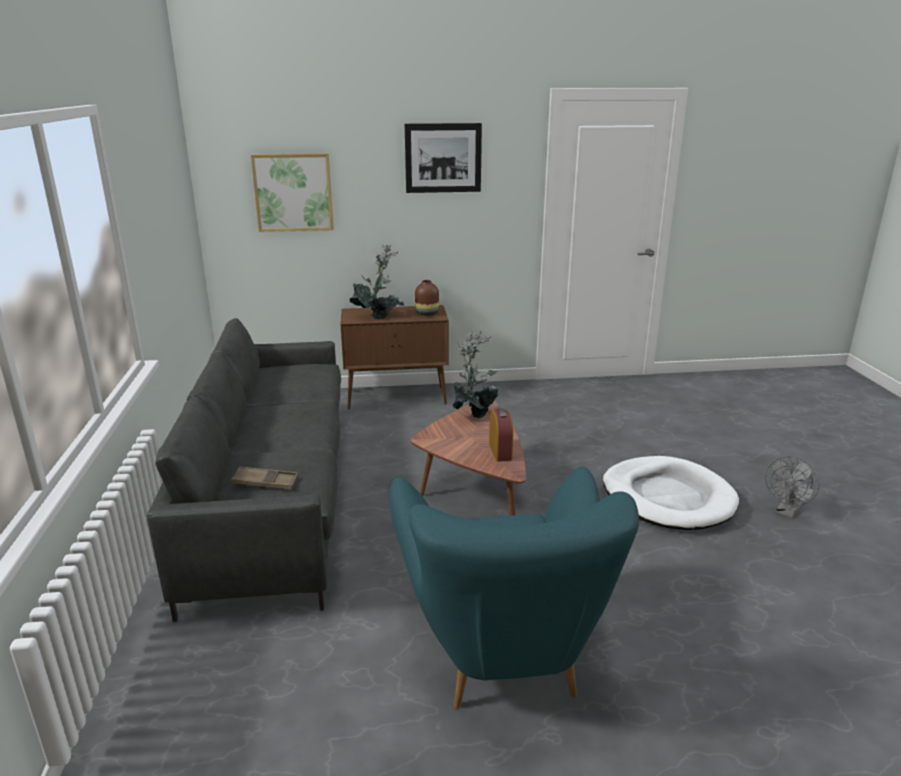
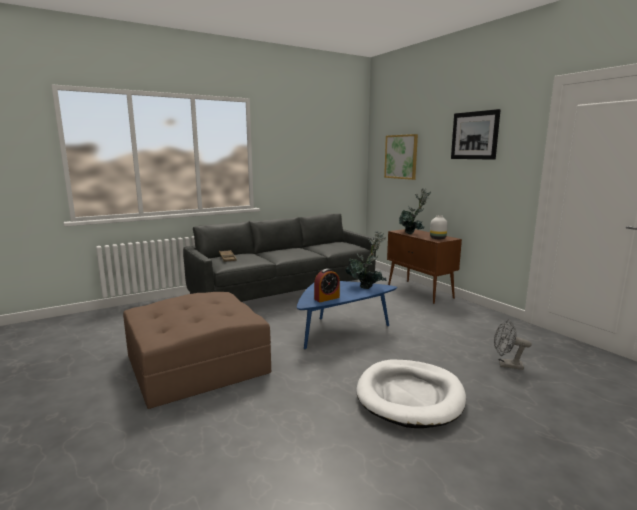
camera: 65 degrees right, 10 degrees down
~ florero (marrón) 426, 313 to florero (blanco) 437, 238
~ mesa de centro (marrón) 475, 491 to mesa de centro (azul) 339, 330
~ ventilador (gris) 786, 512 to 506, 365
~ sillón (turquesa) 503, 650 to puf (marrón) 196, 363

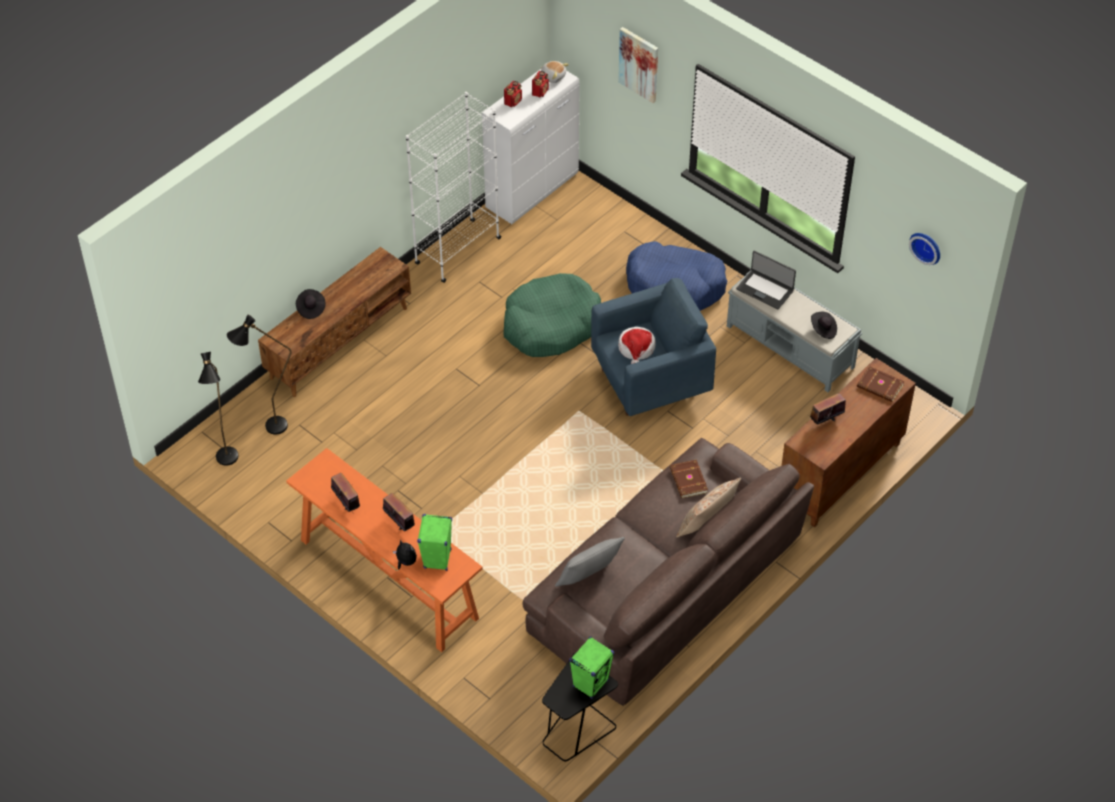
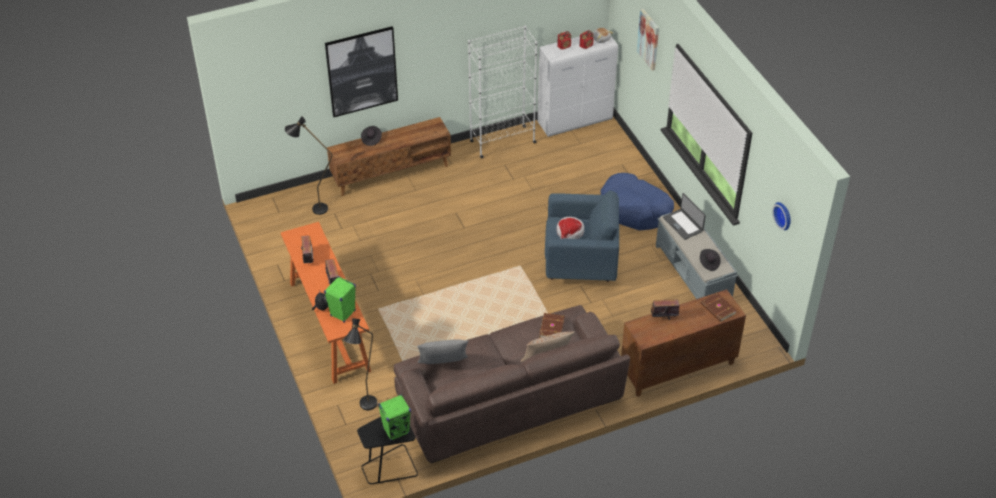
camera: 25 degrees right, 5 degrees down
- cama para perro (verde) 550, 325
~ lámpara de pie (negro) 228, 463 to 366, 408
+ cuadro 362, 71

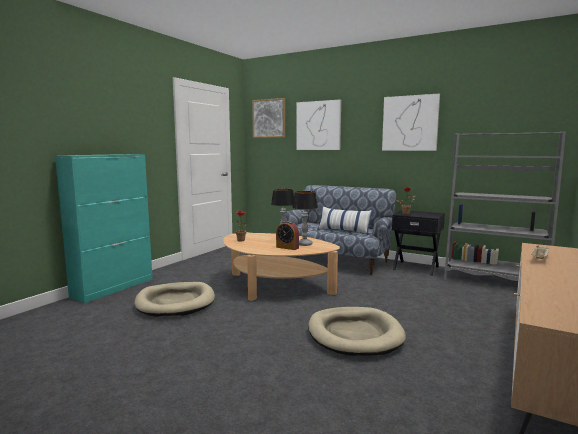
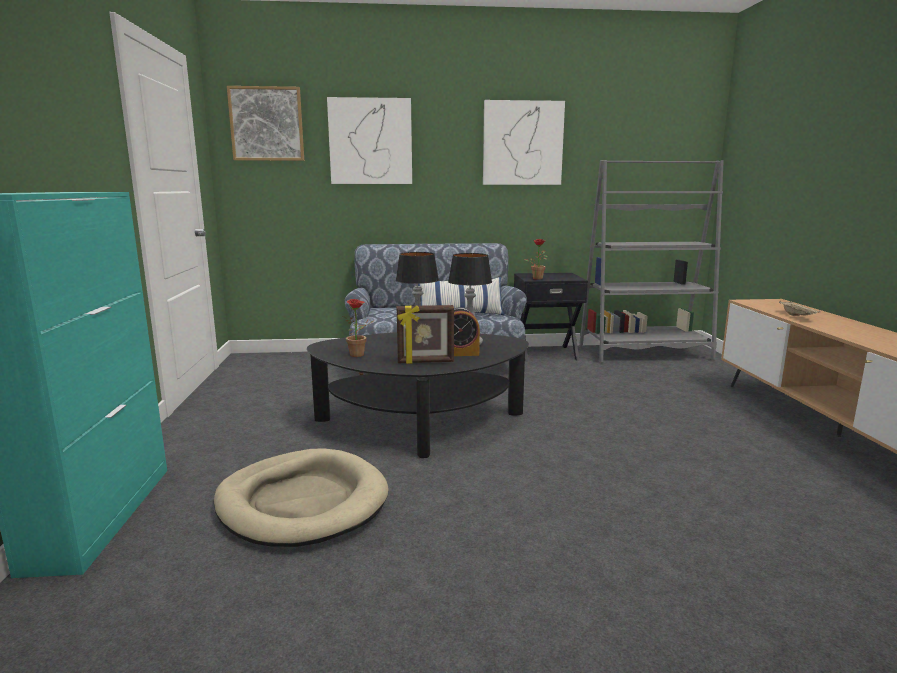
camera: 35 degrees left, 5 degrees up
~ mesa de centro (beis) 275, 286 to mesa de centro (negro) 420, 423
- cama para perro (beis) 354, 334
+ portarretratos 425, 362

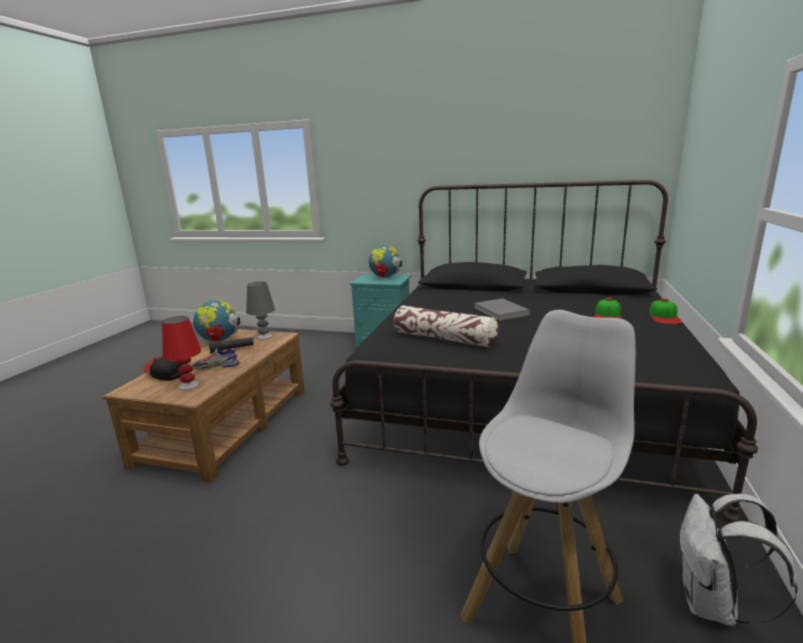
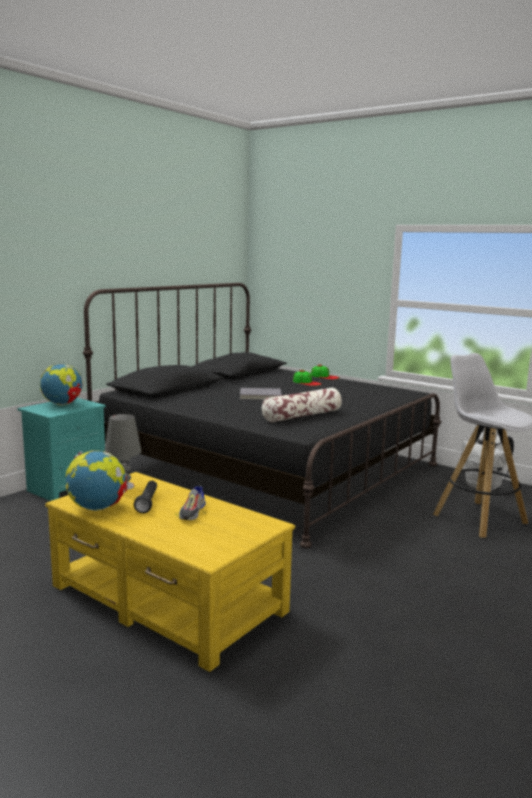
camera: 70 degrees left, 5 degrees down
- lámpara de mesa (rojo) 188, 385
~ mesa de centro (marrón) 225, 424 to mesa de centro (amarillo) 167, 599
- gorra 165, 375

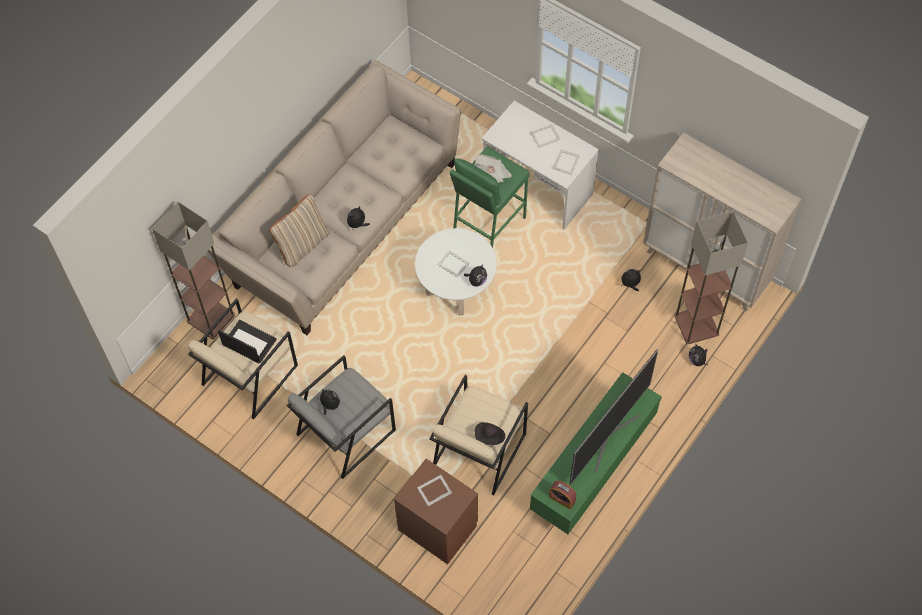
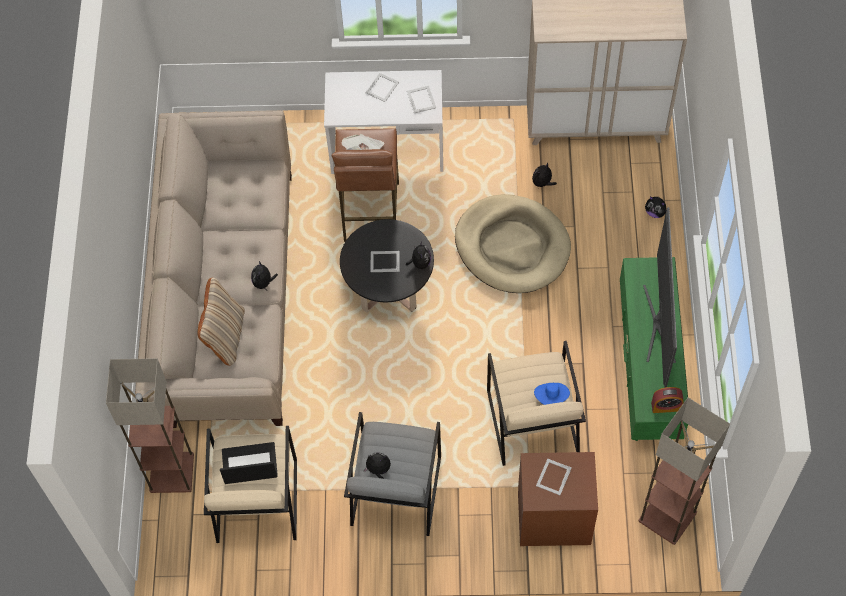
camera: 35 degrees left, 0 degrees up
~ taburete (verde) 488, 226 to taburete (marrón) 370, 212
~ lámpara de pie 697, 325 to 668, 516
~ mesa de centro (blanco) 456, 289 to mesa de centro (negro) 389, 289
~ sombrero (negro) 490, 437 to sombrero (azul) 551, 397
+ cama para perro (beis) 512, 246

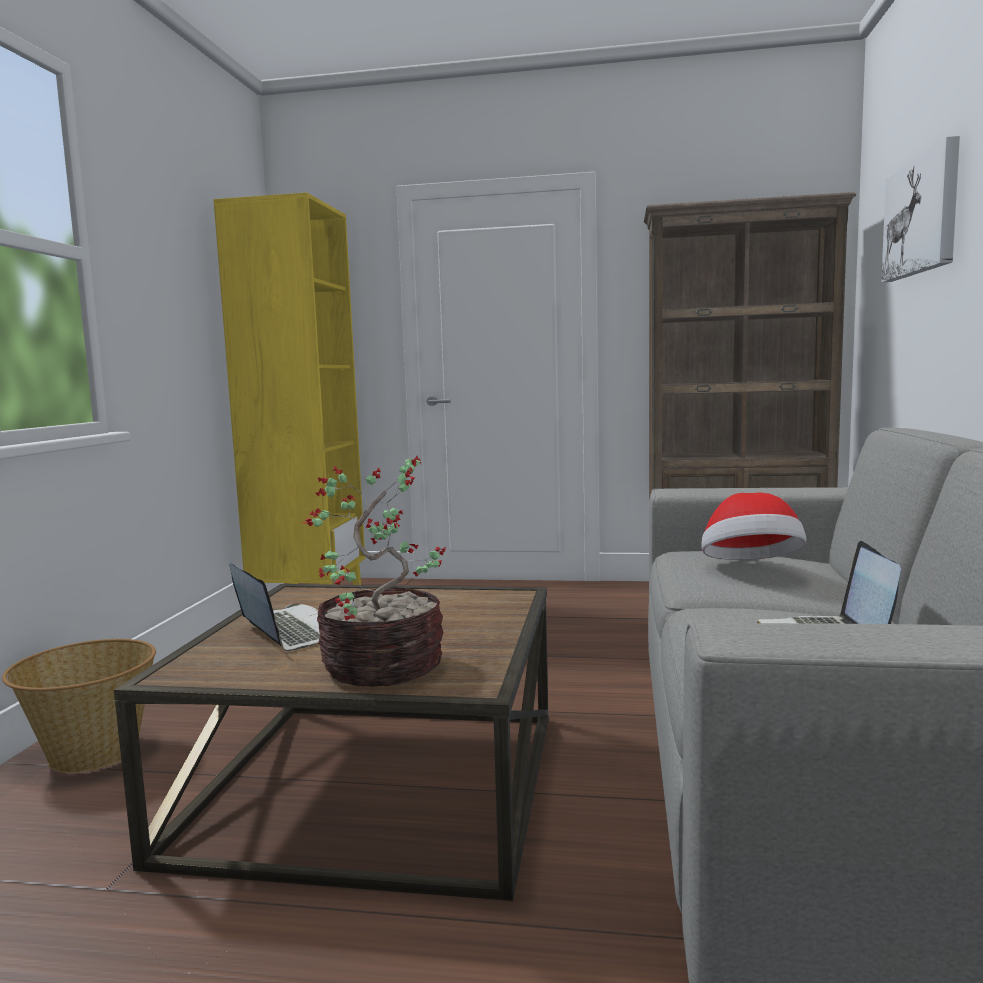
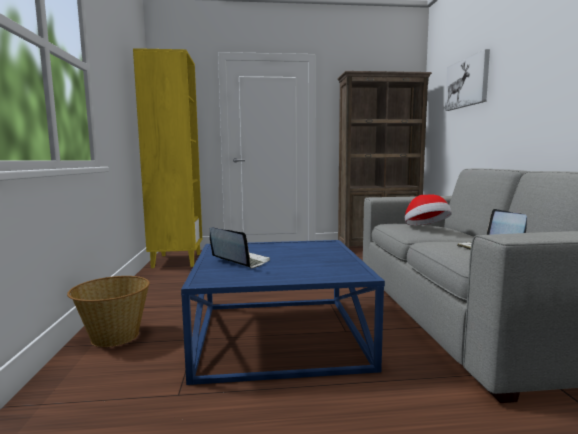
camera: 15 degrees left, 0 degrees up
- planta en maceta 386, 665
~ mesa de centro (marrón) 377, 782 to mesa de centro (azul) 280, 334

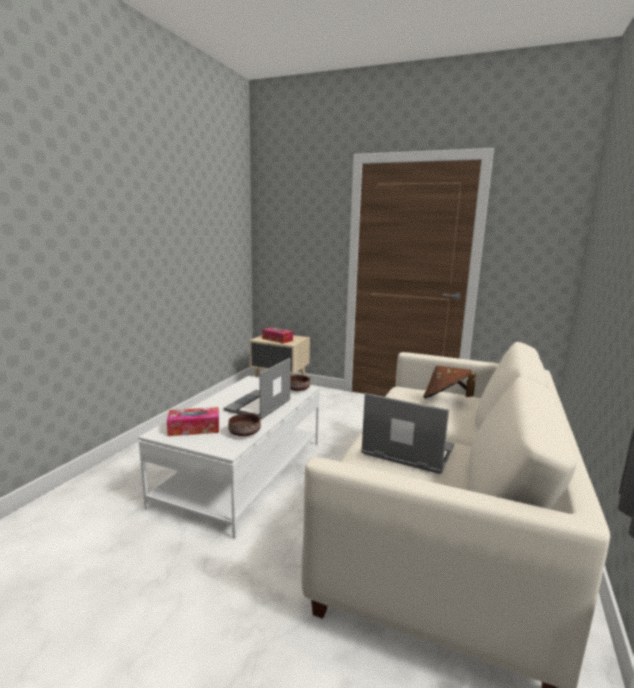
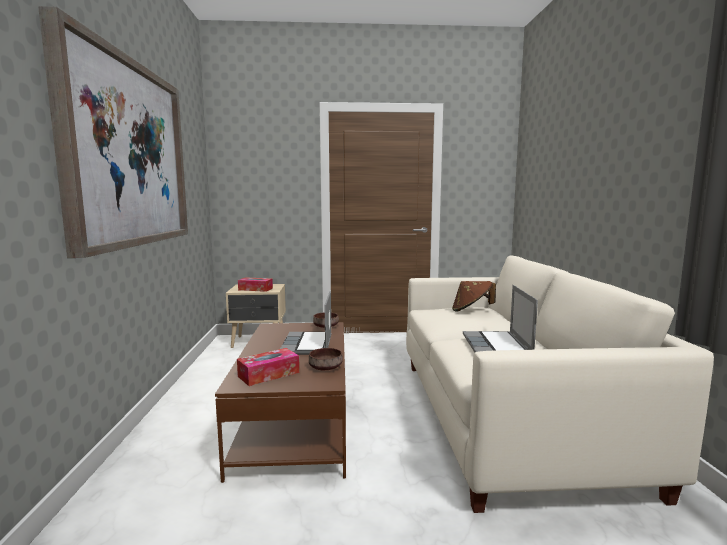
camera: 25 degrees left, 5 degrees down
~ mesa de centro (blanco) 243, 472 to mesa de centro (marrón) 296, 421
~ portátil 406, 451 = 497, 347 90 degrees counterclockwise
+ cuadro 129, 154

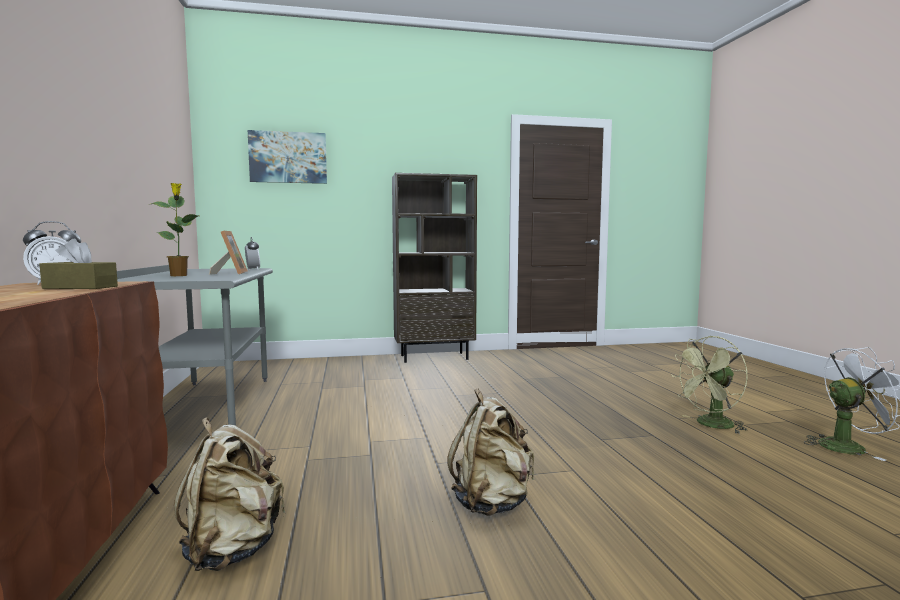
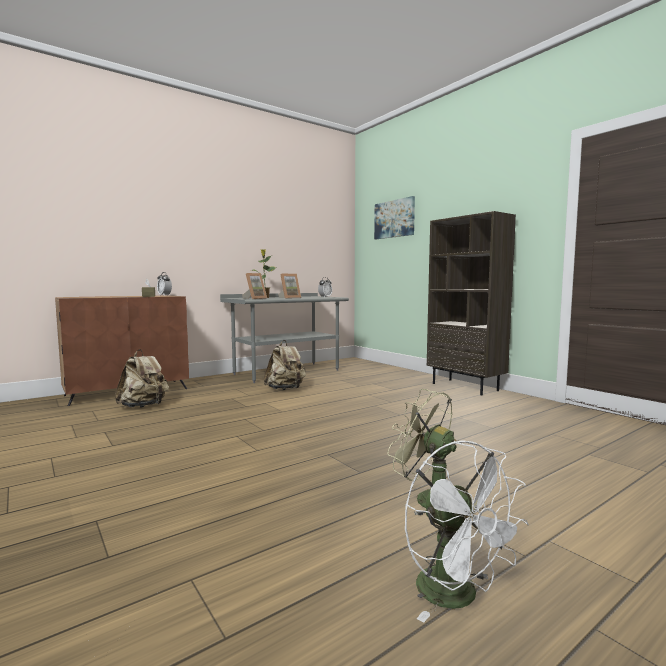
camera: 65 degrees right, 0 degrees up
~ mochila (beis) 492, 503 to 285, 389
+ portarretratos 255, 298

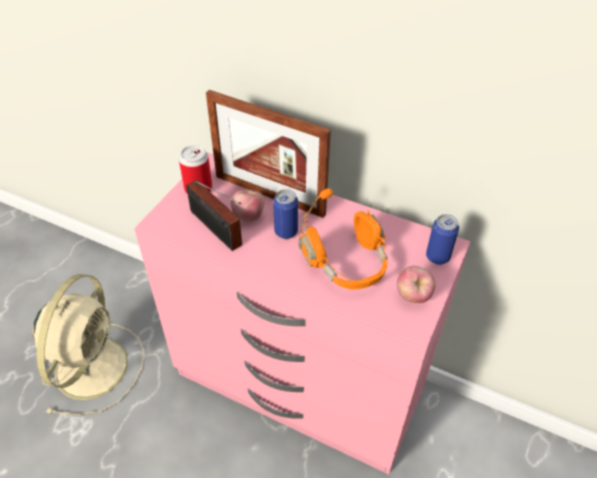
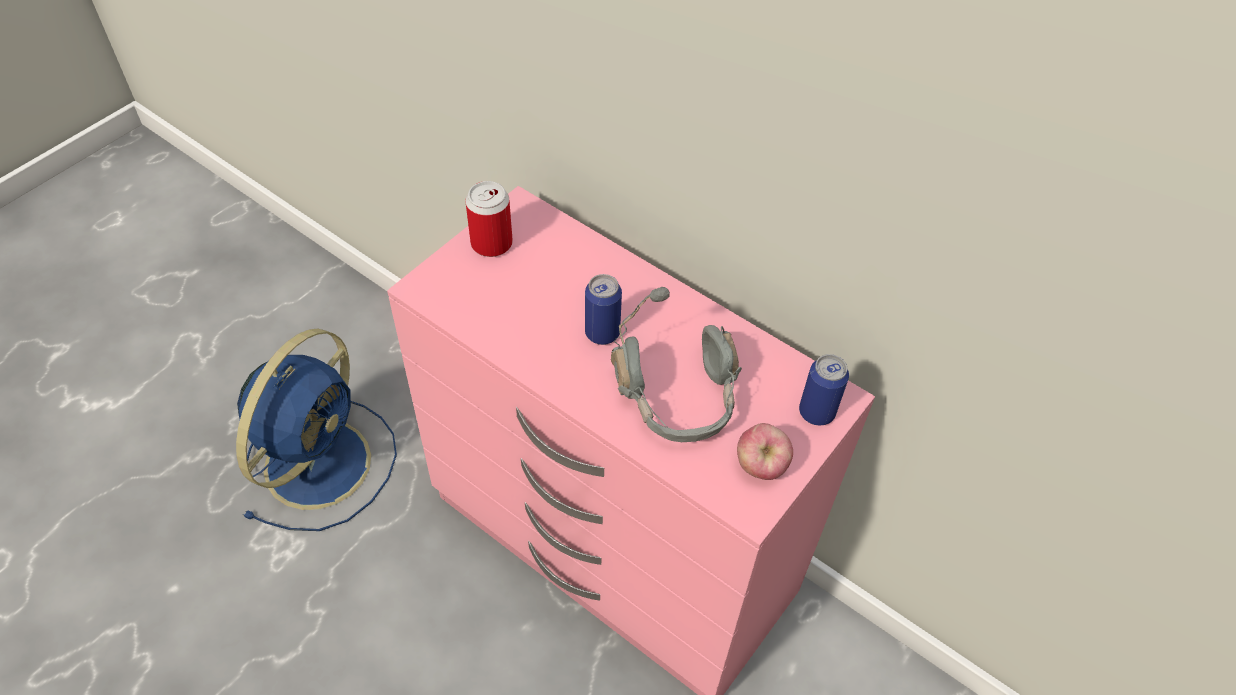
camera: 10 degrees right, 5 degrees up
- portarretratos 269, 195
- radio 217, 231
~ auriculares (naranja) 347, 264 to auriculares (gris) 679, 399
- manzana 248, 216
~ ventilador (beis) 93, 365 to ventilador (azul) 321, 460

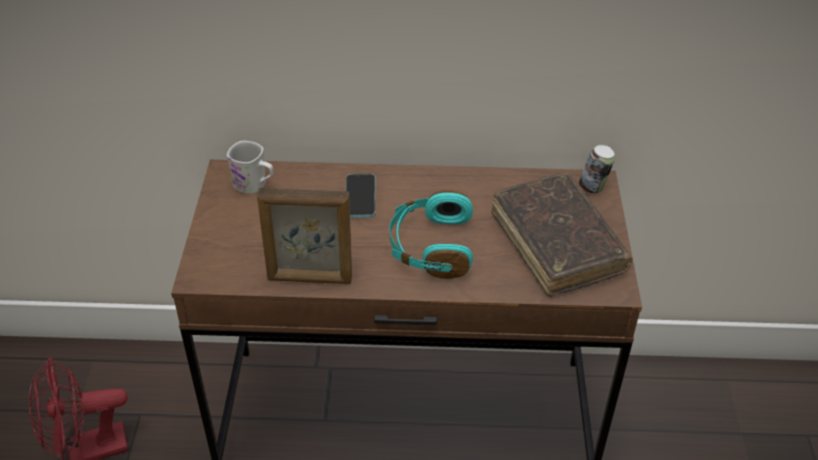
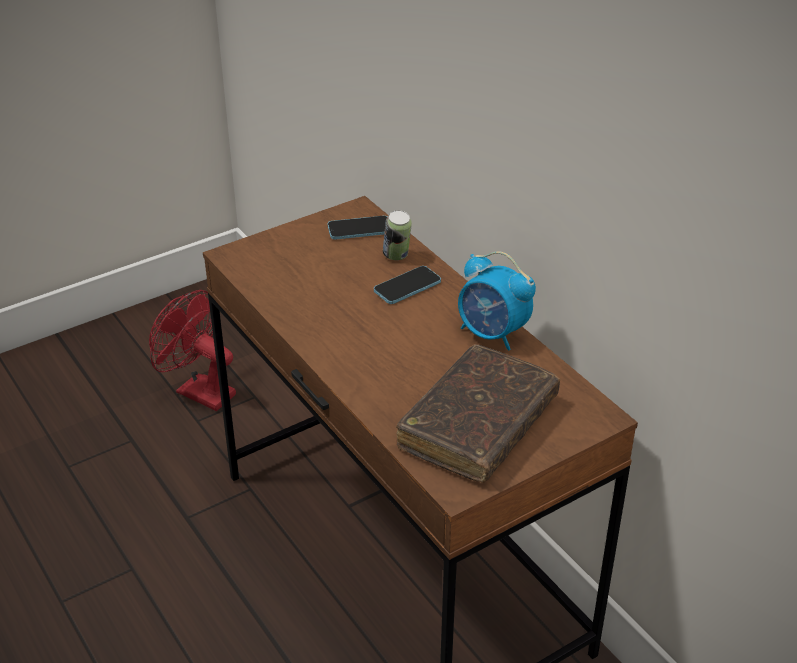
camera: 55 degrees right, 5 degrees down
~ taza grande (blanco) 255, 185 to móvil 359, 229
~ lata 593, 188 to 397, 256
- portarretratos 310, 279
- auriculares (turquesa) 430, 247
+ despertador 492, 334

